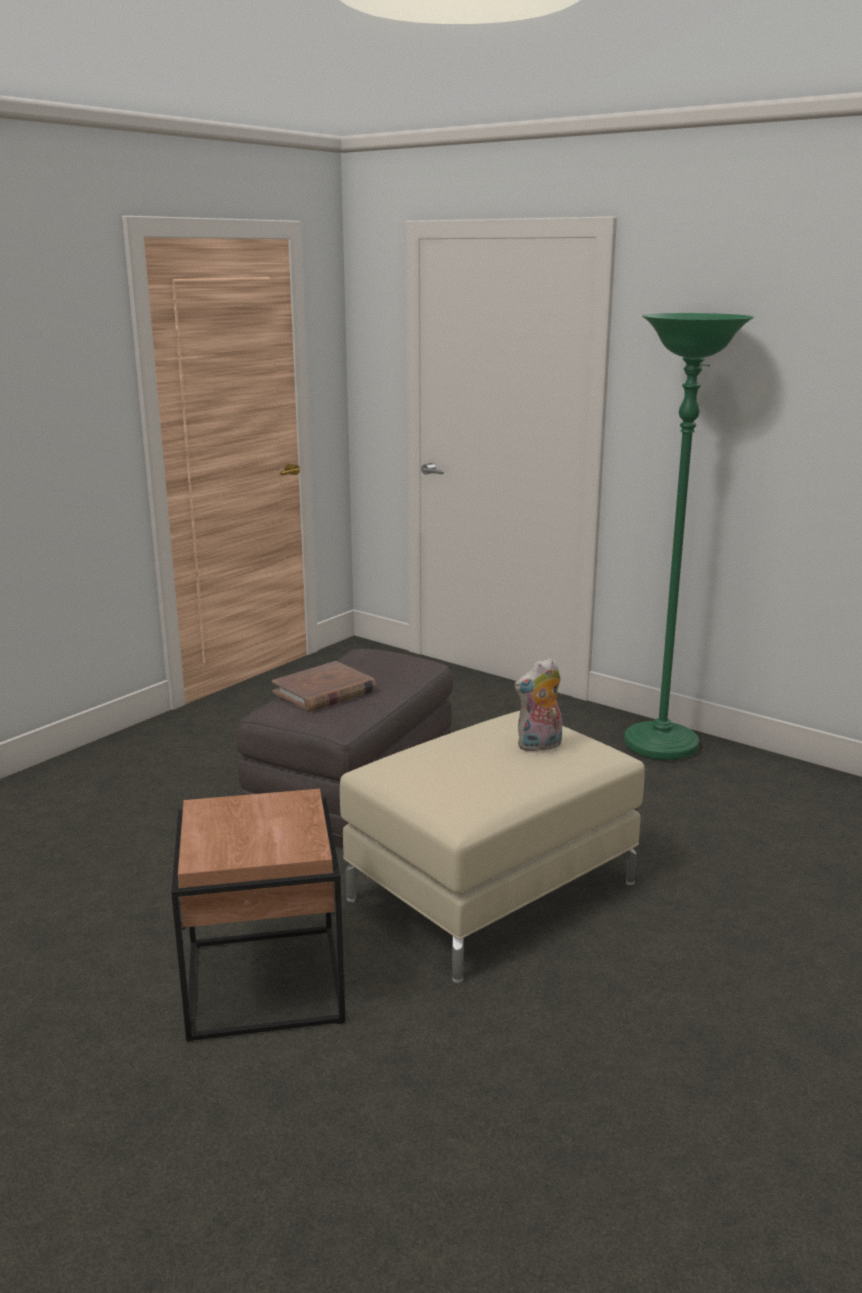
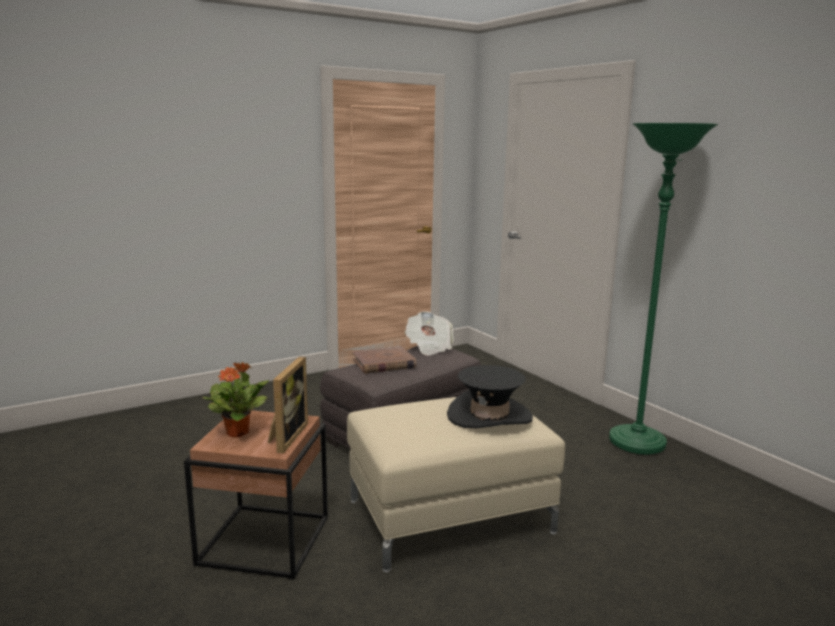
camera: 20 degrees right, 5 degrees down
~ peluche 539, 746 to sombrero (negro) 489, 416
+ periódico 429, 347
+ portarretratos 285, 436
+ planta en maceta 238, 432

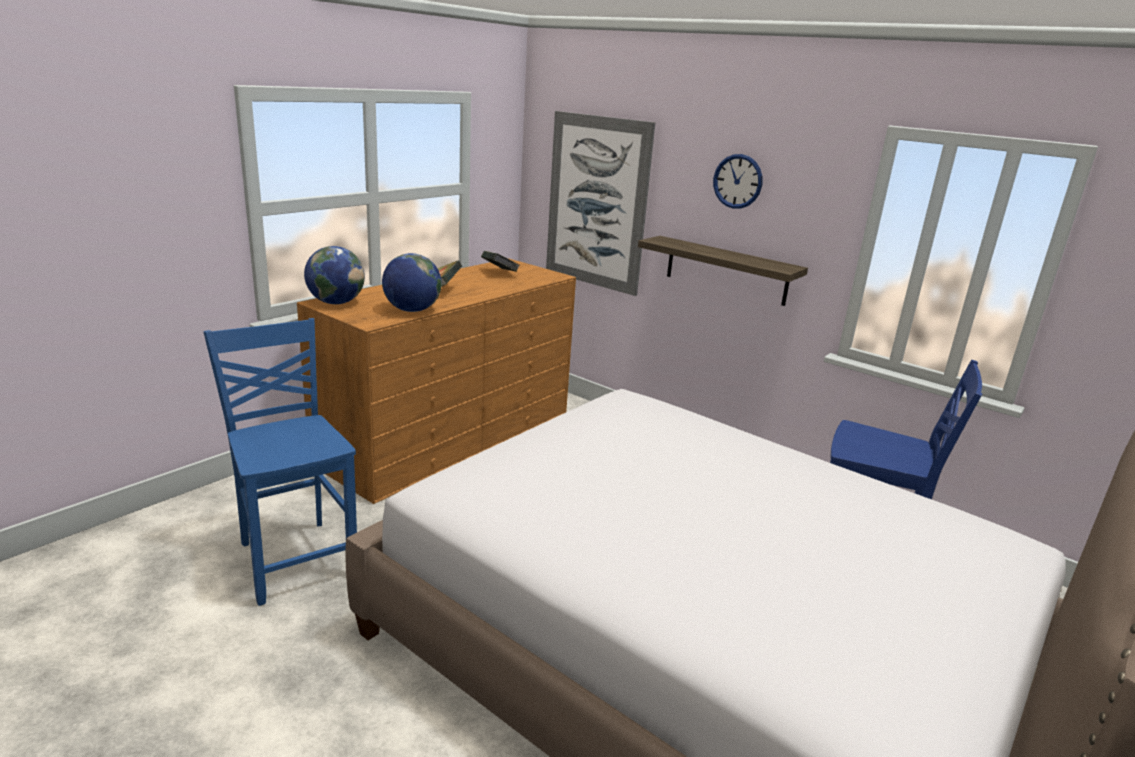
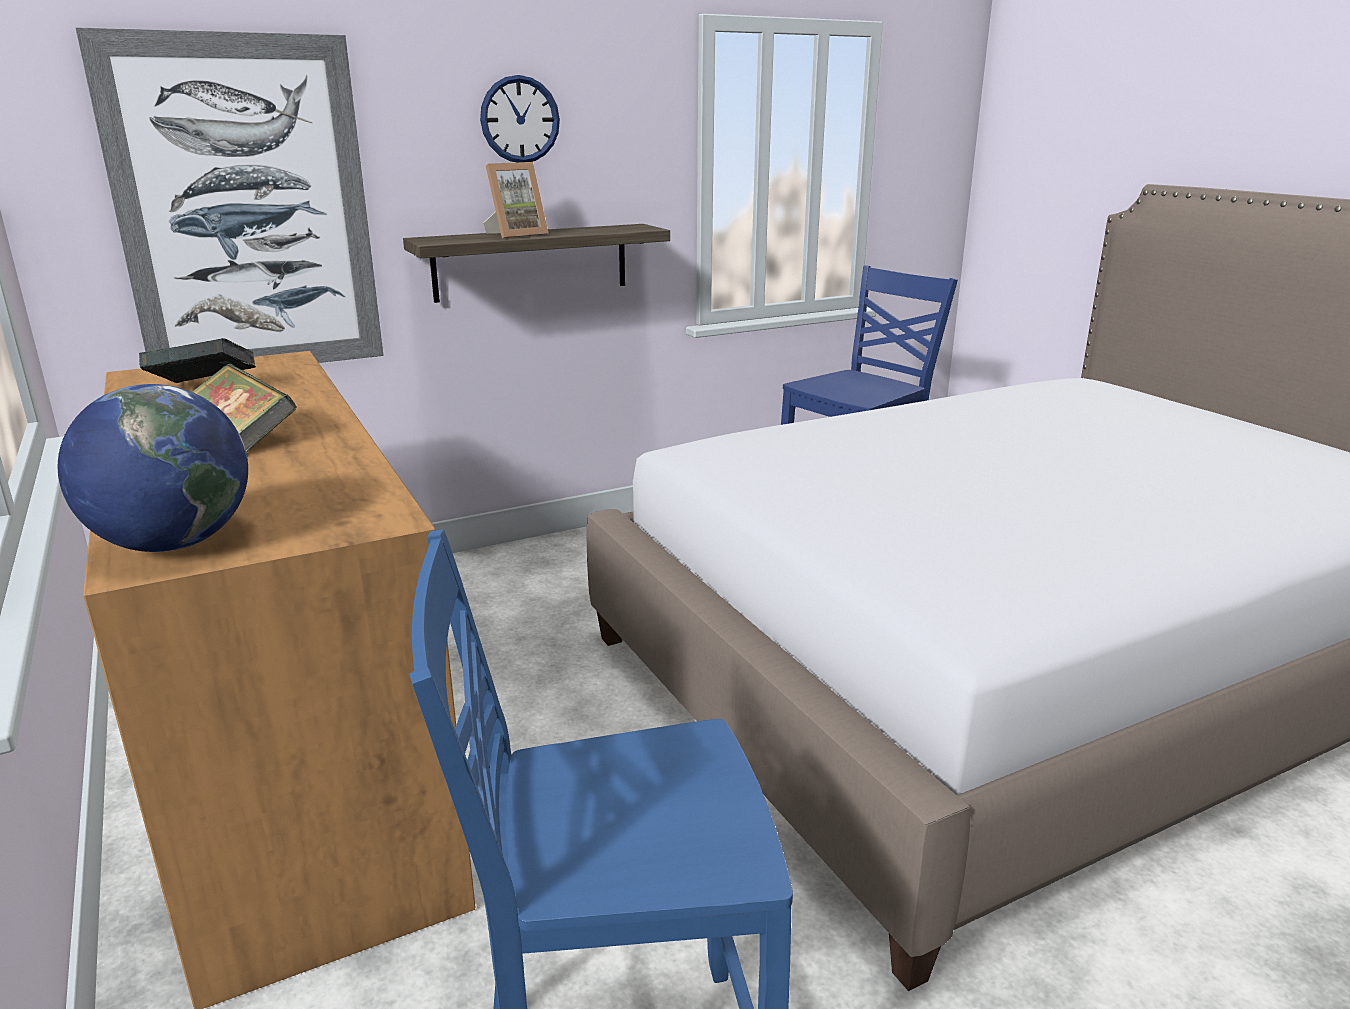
camera: 65 degrees left, 0 degrees up
- globo terráqueo 412, 310
+ portarretratos 515, 234

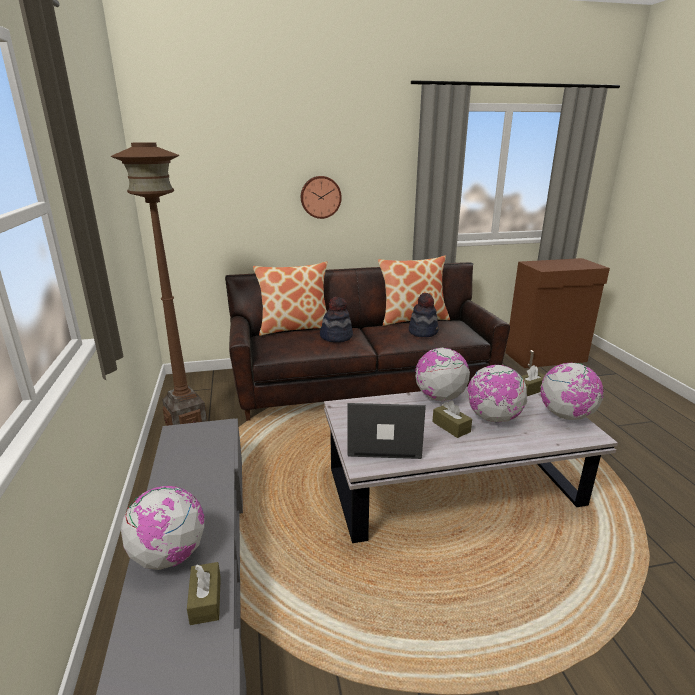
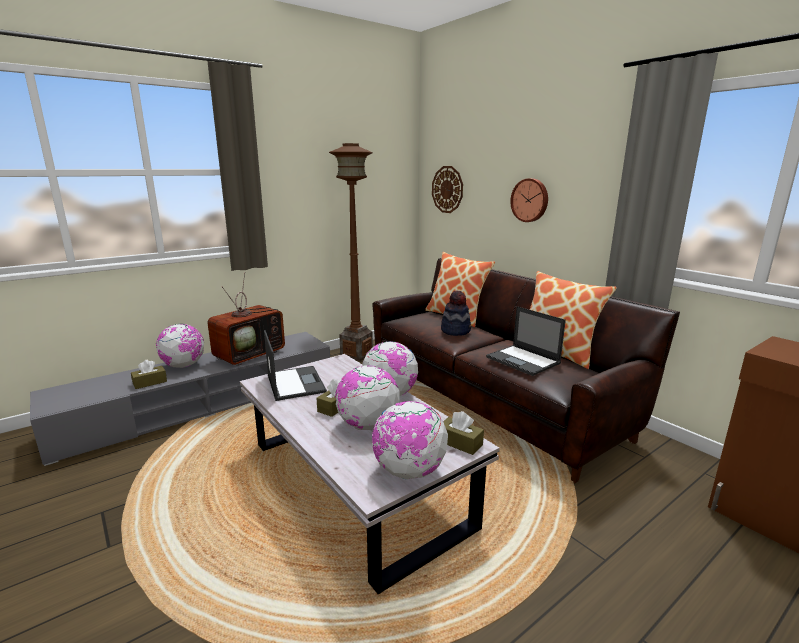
camera: 65 degrees right, 5 degrees down
~ sombrero 423, 332 to portátil 523, 360
+ reloj de pared 447, 189
+ televisor 250, 354

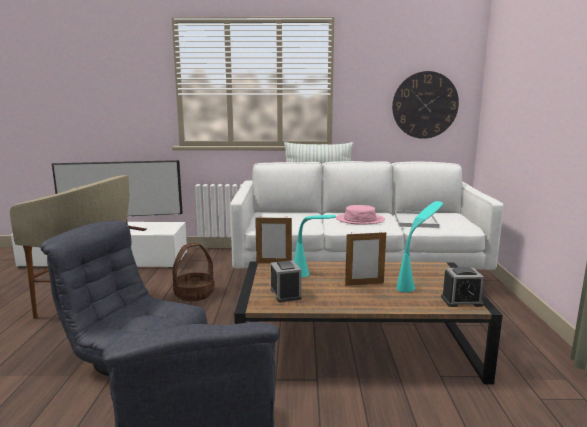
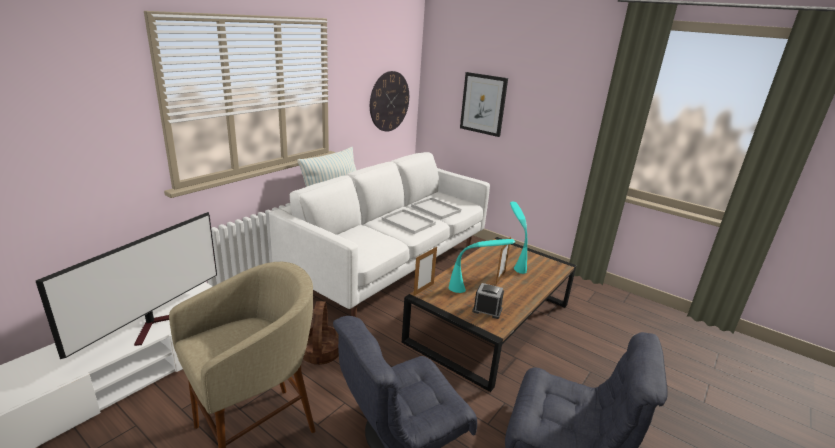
camera: 55 degrees left, 10 degrees up
~ sombrero (rosa) 360, 220 to bandeja (blanco) 407, 222
- despertador 461, 301
+ cuadro 483, 104

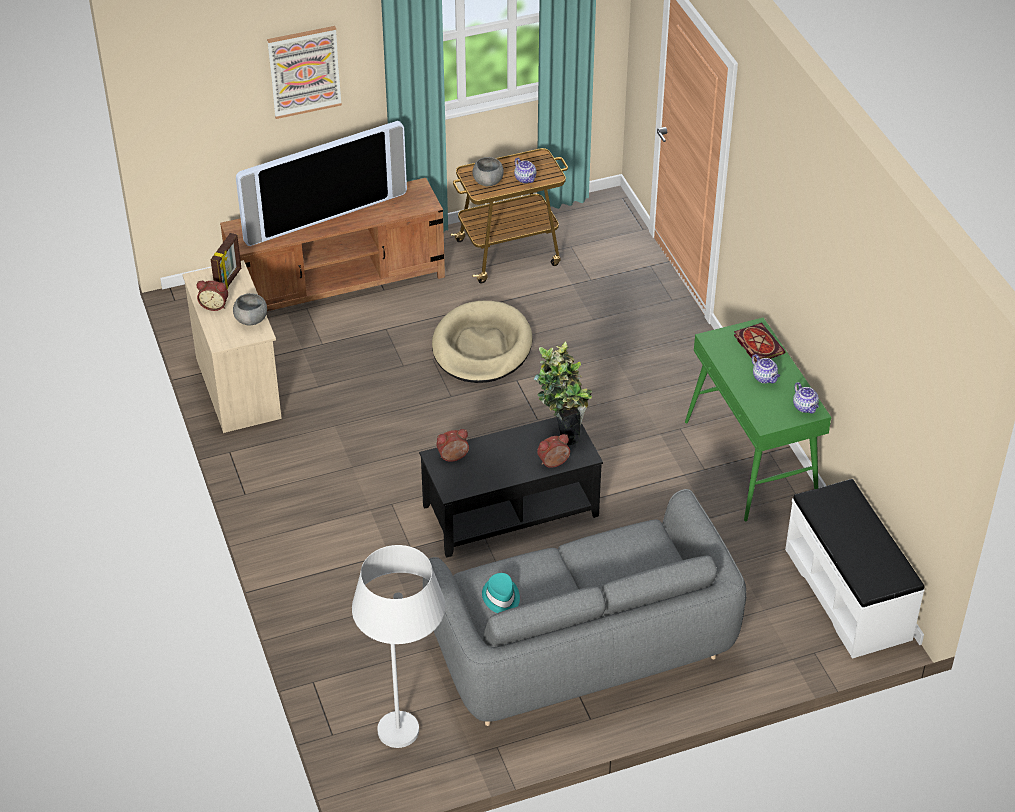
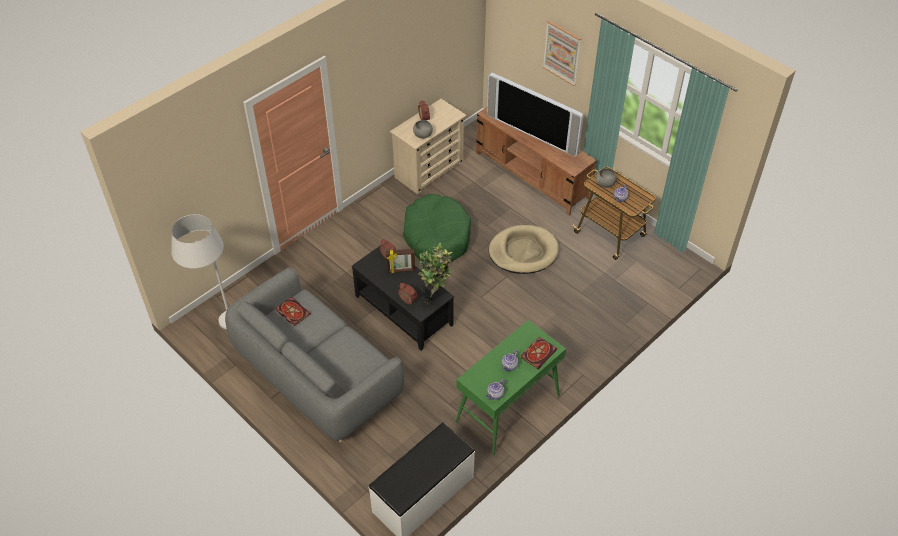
camera: 65 degrees right, 5 degrees up
~ portarretratos 229, 281 to 401, 270
~ sombrero (turquesa) 501, 597 to libro 292, 312
+ cama para perro (verde) 437, 236

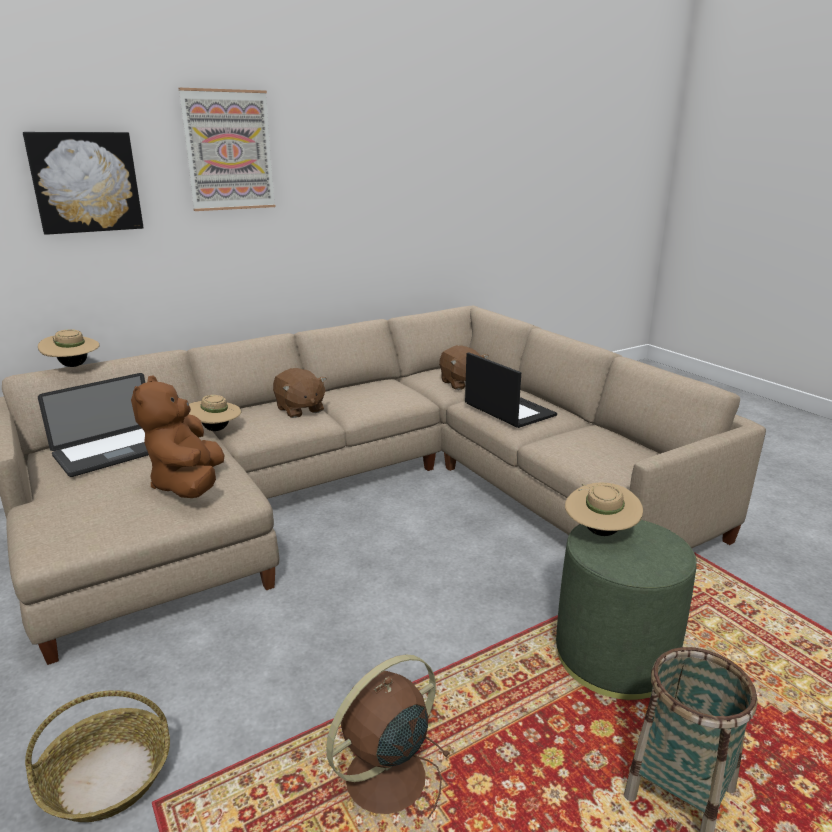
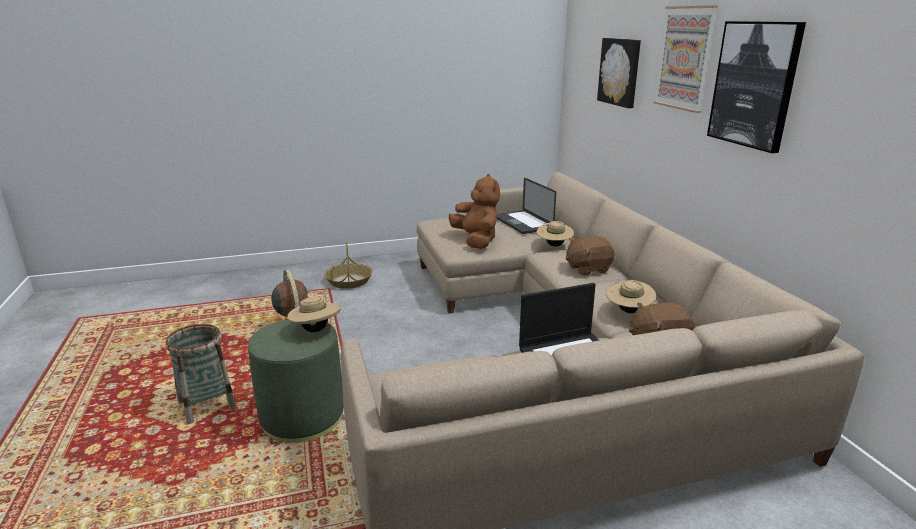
camera: 105 degrees right, 0 degrees up
~ sombrero (beis) 73, 366 to 628, 311
~ peluche (marrón) 189, 485 = 476, 241 60 degrees clockwise
+ cuadro 754, 84

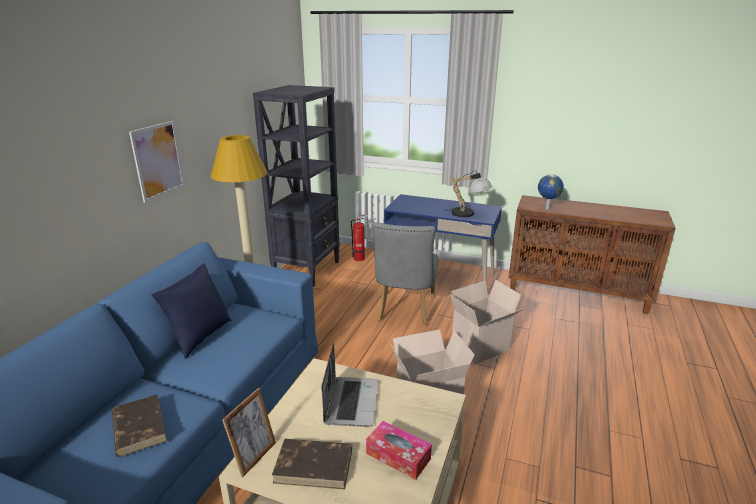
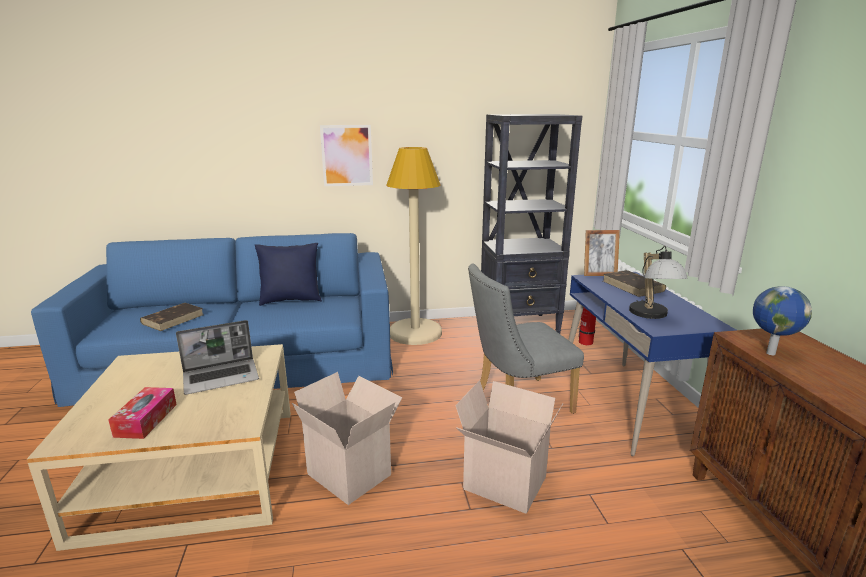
camera: 60 degrees right, 5 degrees down
~ portarretratos 254, 456 to 599, 274
~ libro (marrón) 314, 465 to 633, 286

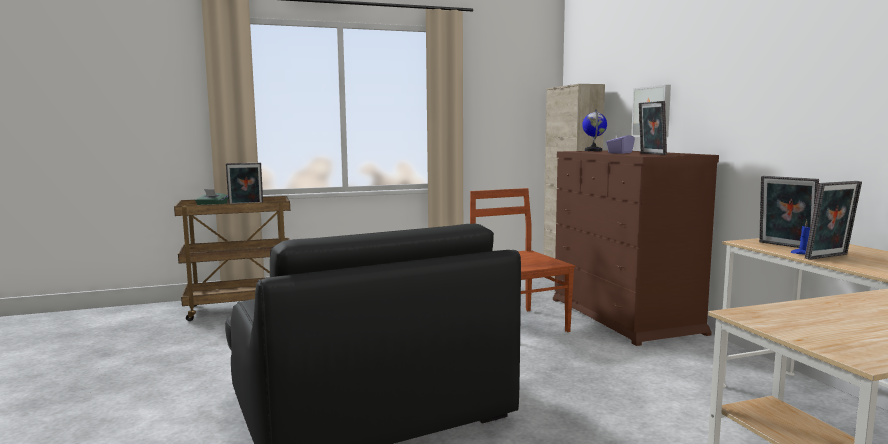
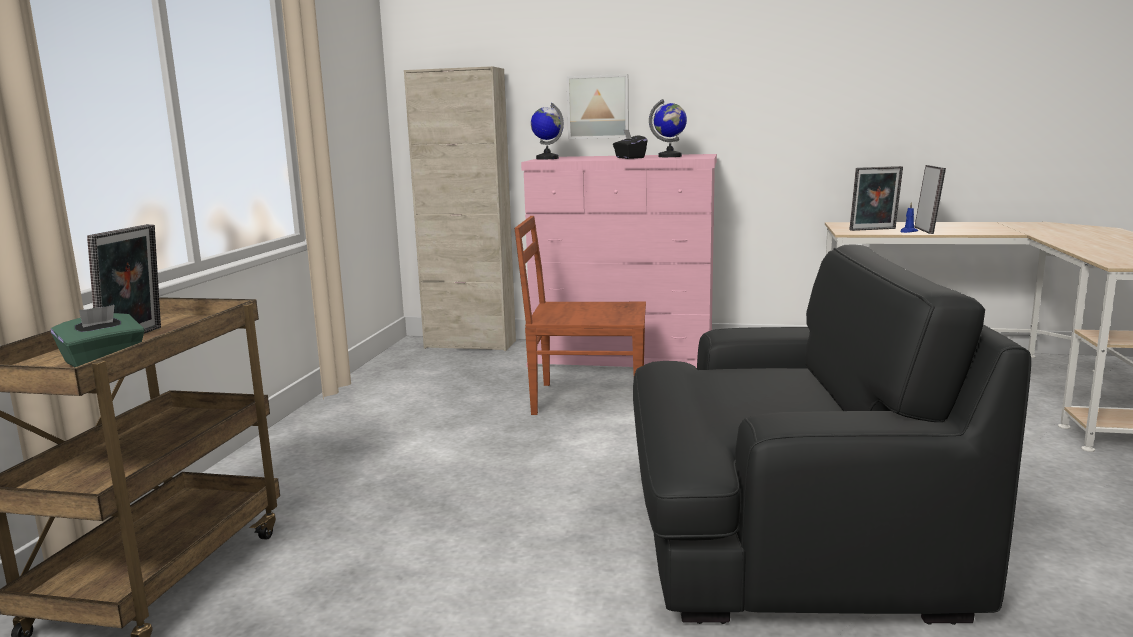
camera: 60 degrees left, 5 degrees up
~ portarretratos 651, 154 to globo terráqueo 670, 156
~ caja de pañuelos (morado) 619, 153 to caja de pañuelos (negro) 629, 158
~ cómoda (marrón) 624, 316 to cómoda (rosa) 625, 355

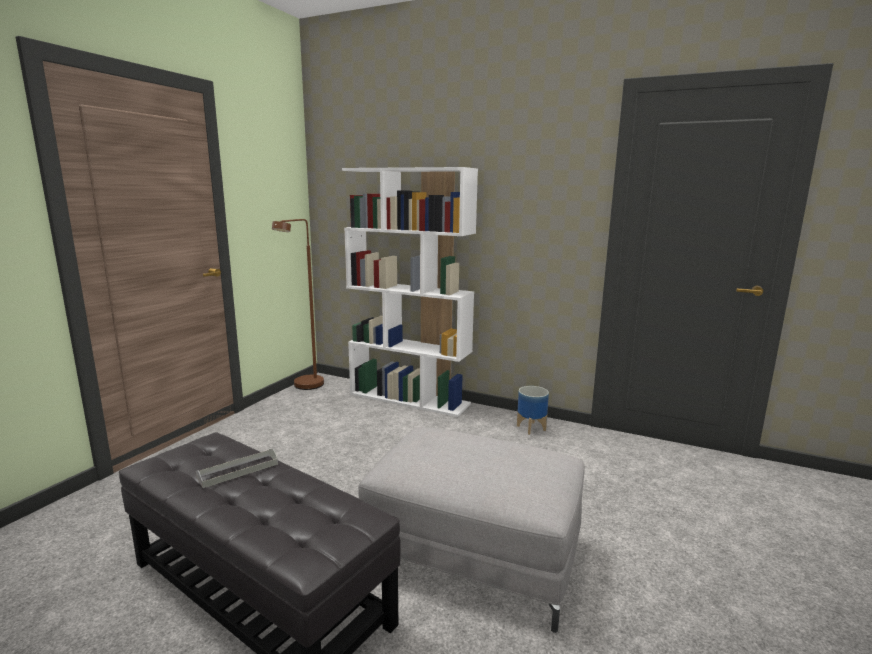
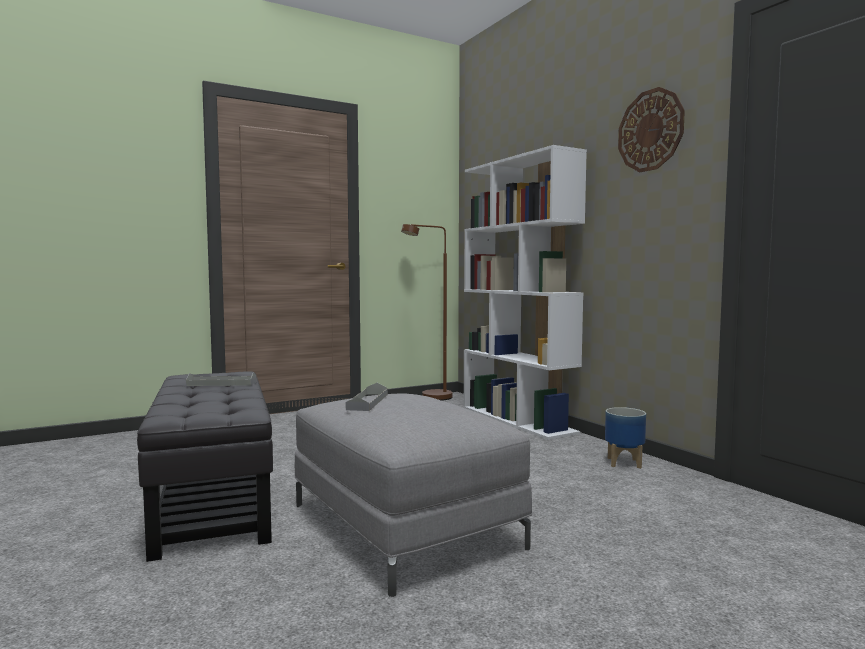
camera: 35 degrees right, 10 degrees down
+ reloj de pared 650, 130
+ bandeja (gris) 367, 402

